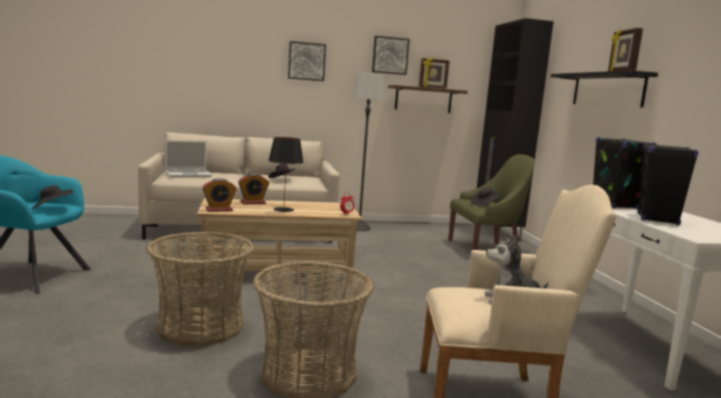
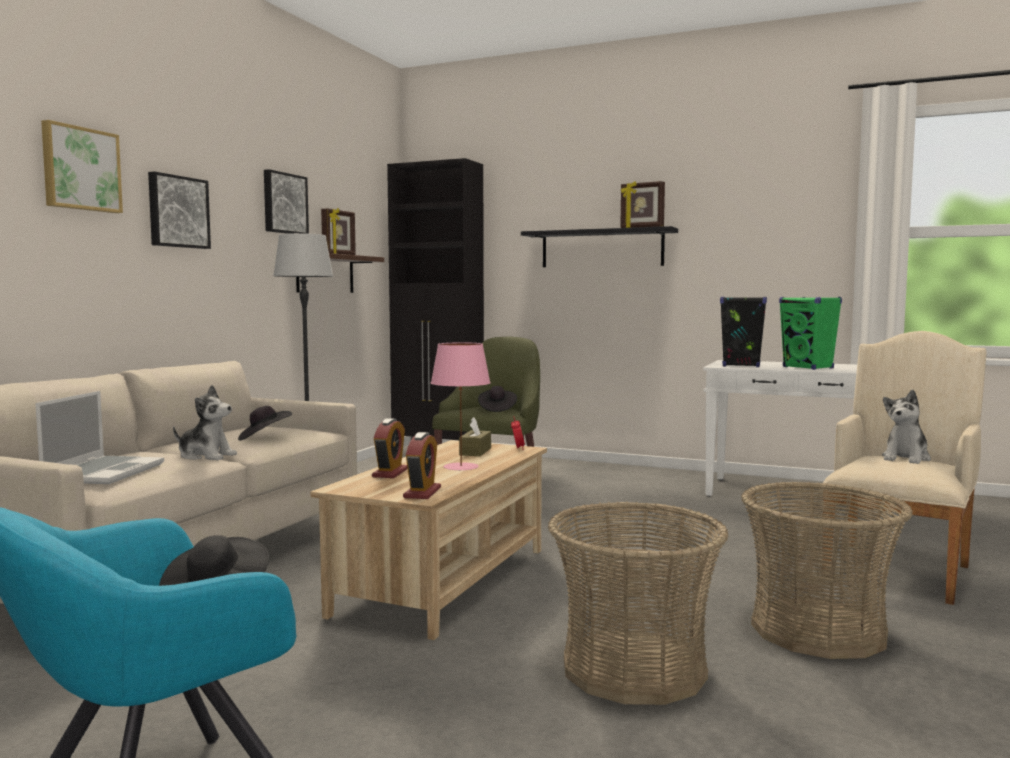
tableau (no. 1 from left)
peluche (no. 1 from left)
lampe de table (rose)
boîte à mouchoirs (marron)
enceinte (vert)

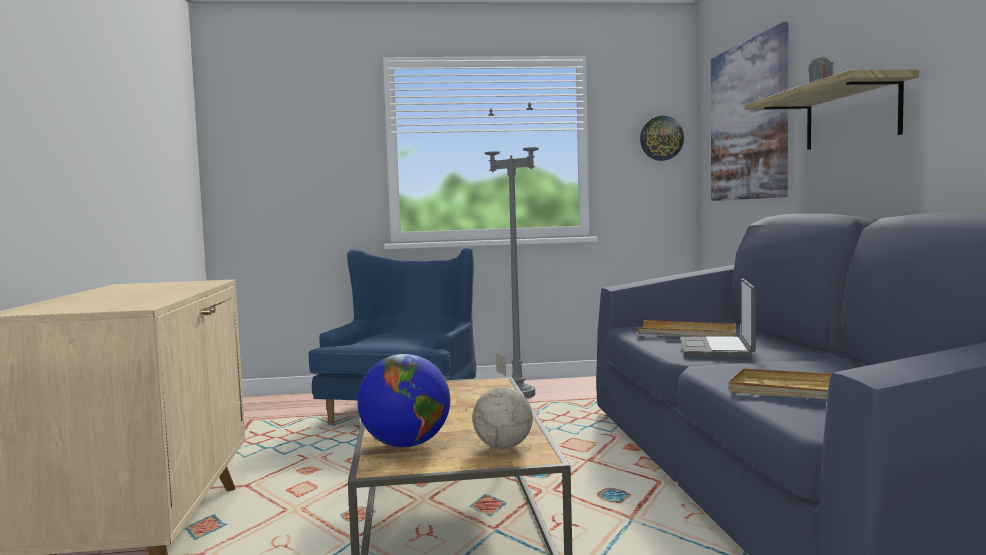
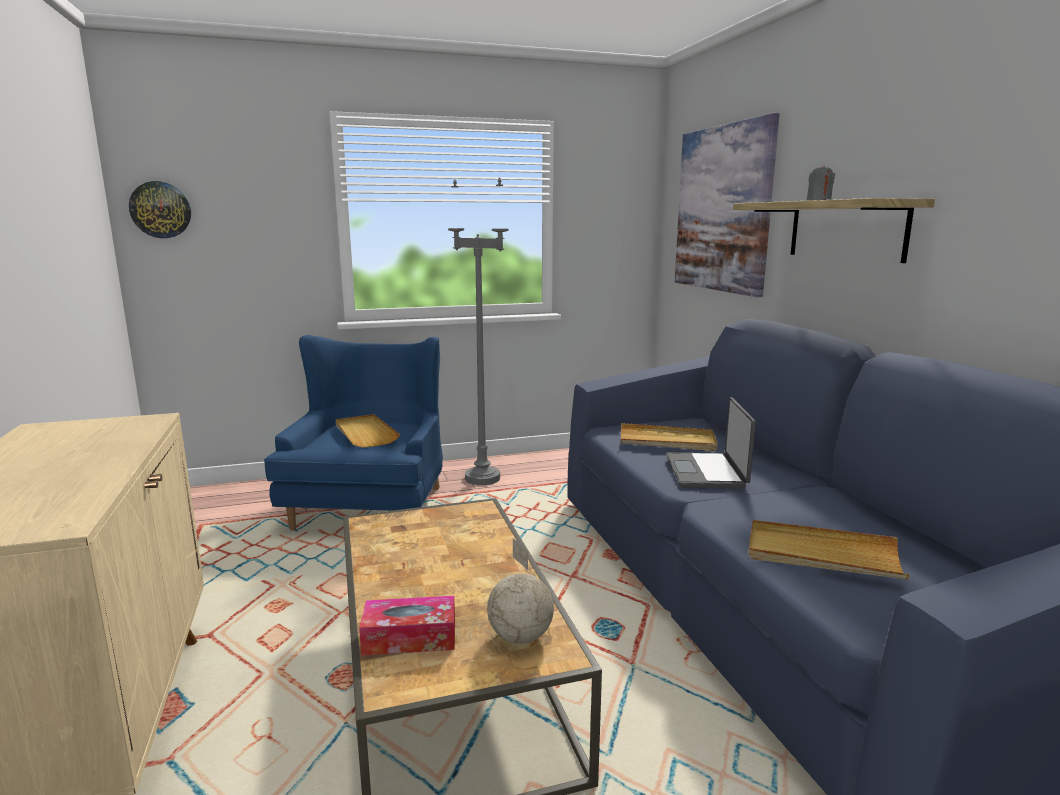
horloge murale
plateau (beige) (no. 1 from left)
boîte à mouchoirs

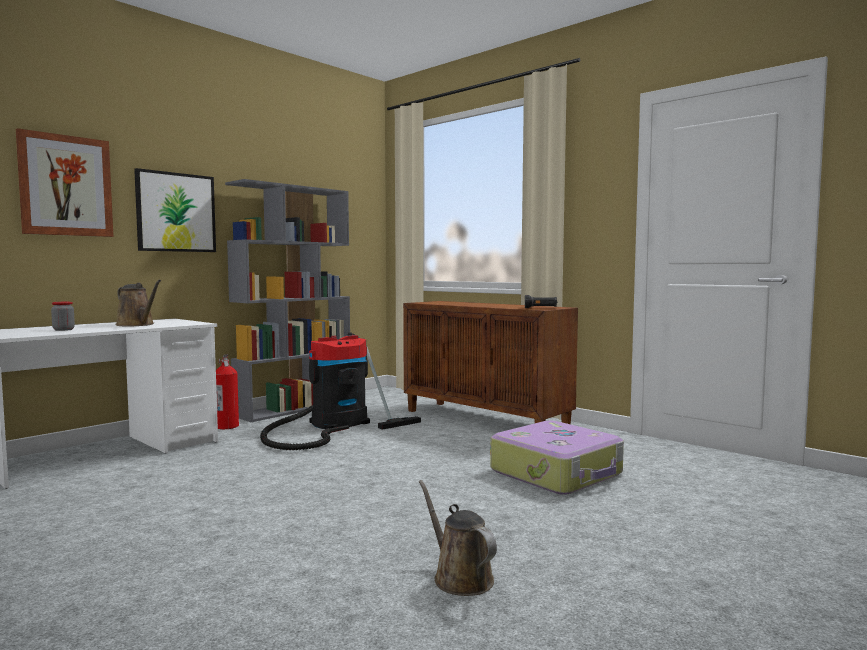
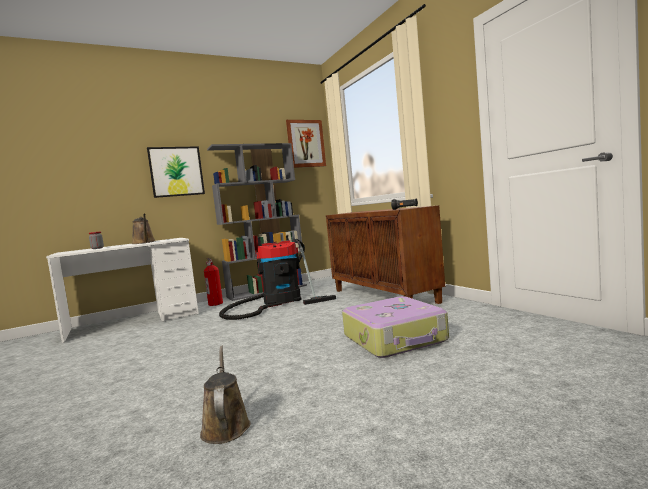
tableau (no. 2 from left)

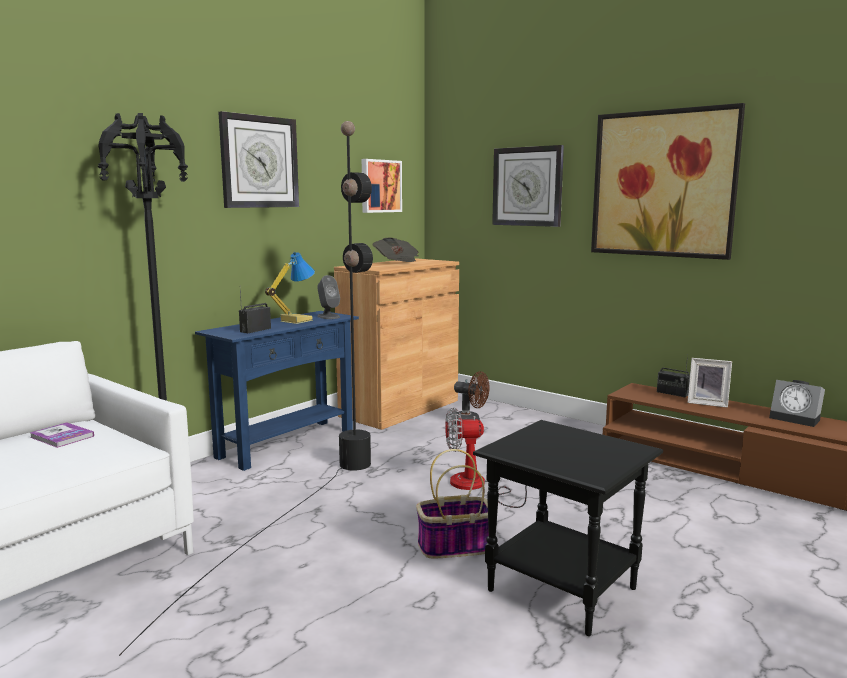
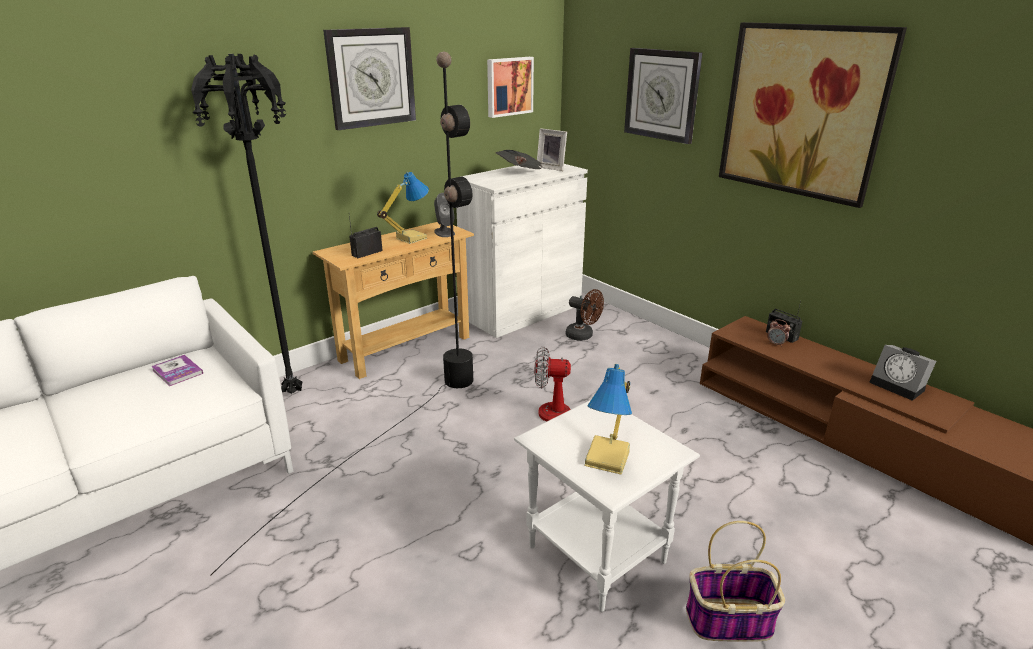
table console (beige)
meuble de rangement (blanc)
table d'appoint (blanc)
cadre photo
lampe de table (no. 2 from left)
panier
réveil (no. 1 from left)

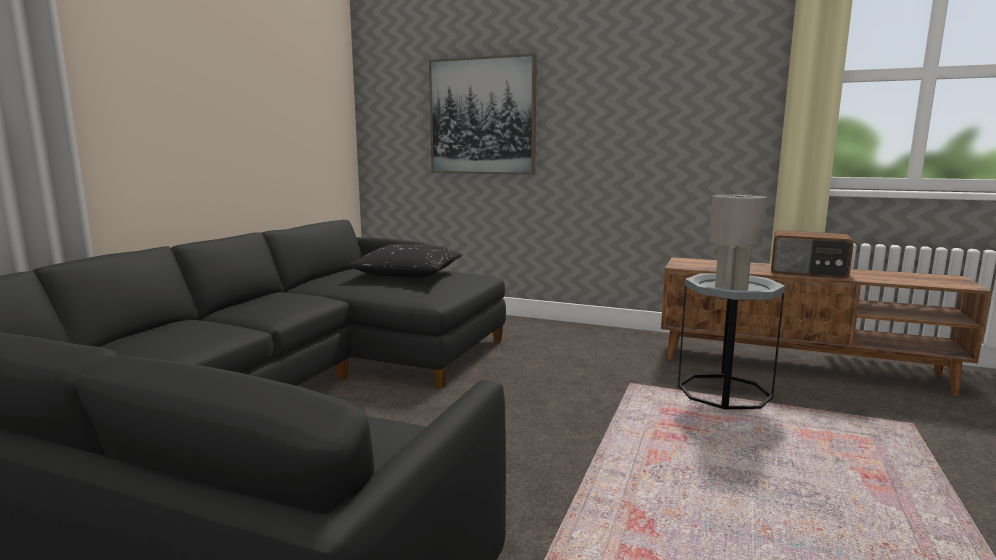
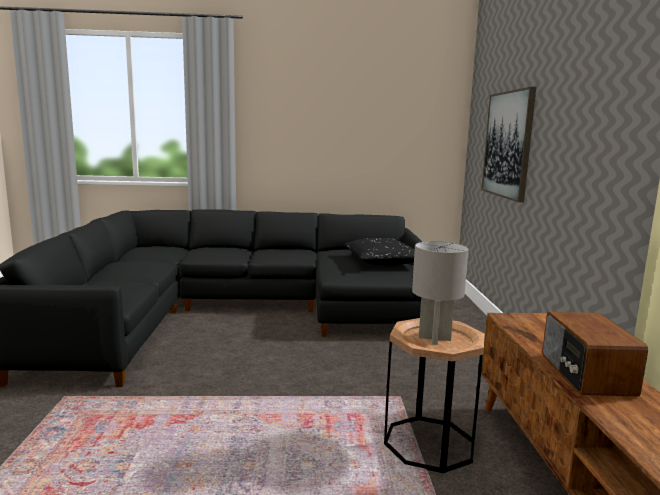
table d'appoint (marron)

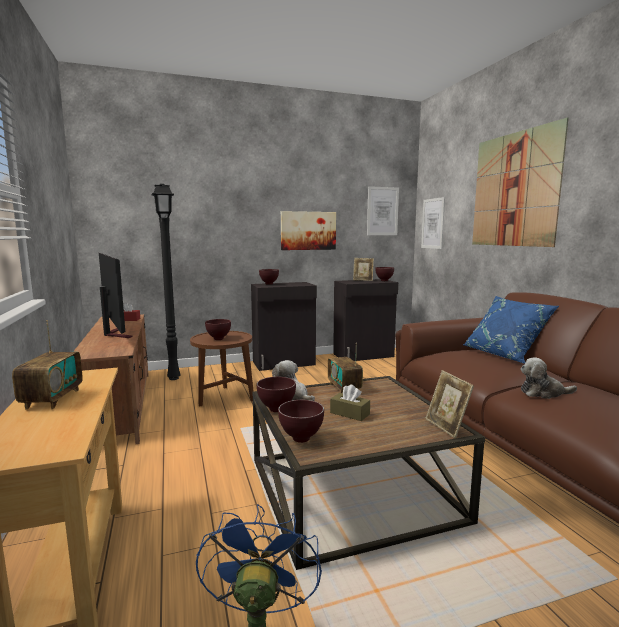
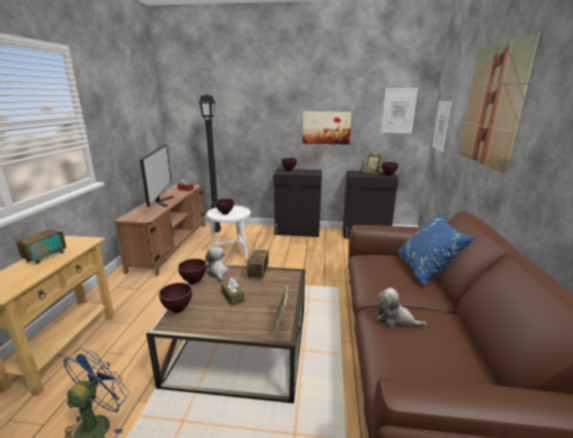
table d'appoint (blanc)

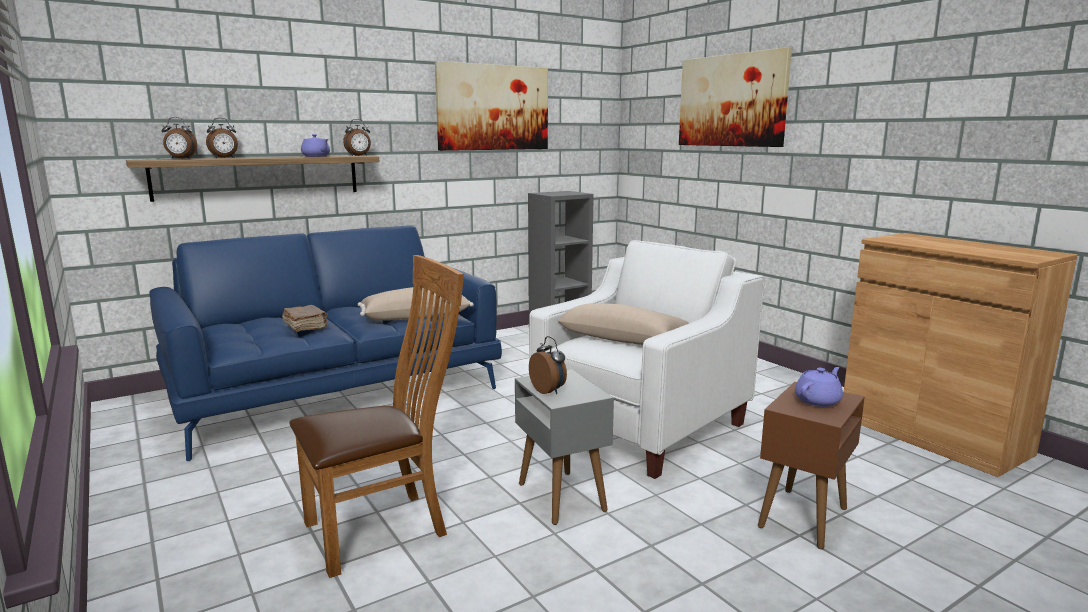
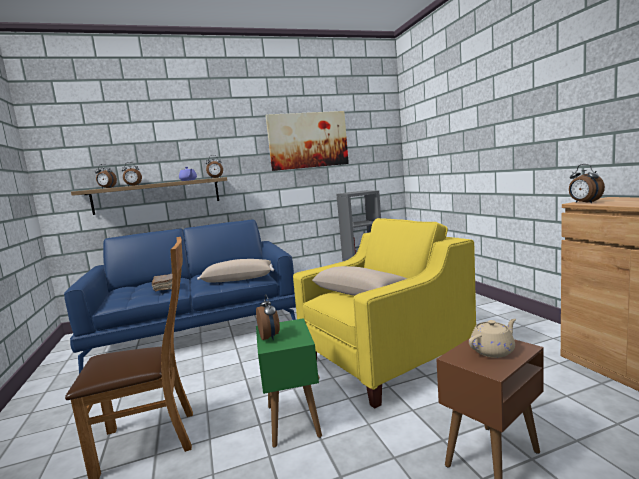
table d'appoint (vert)
fauteuil (jaune)
théière (beige)
réveil (no. 5 from left)
tableau (no. 2 from left in the first image)

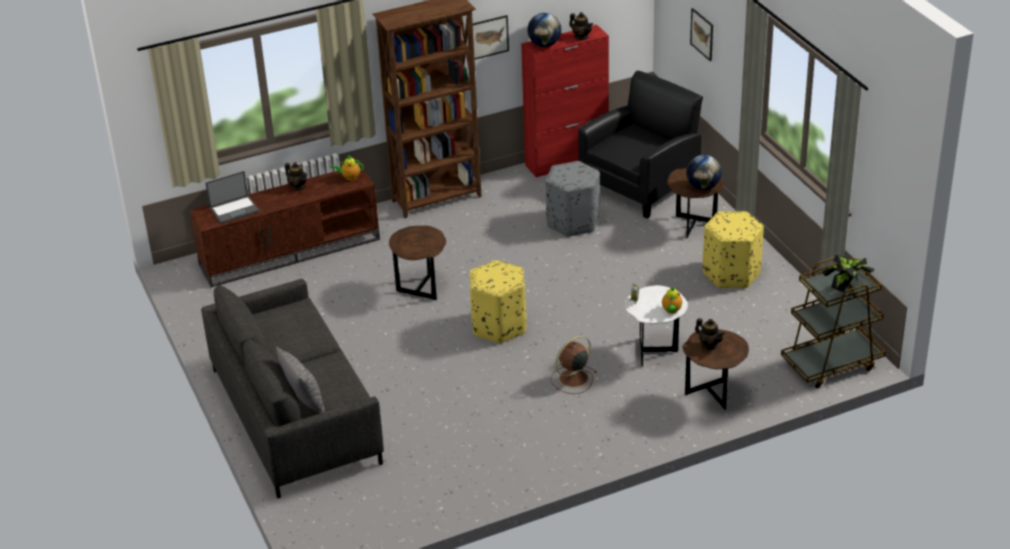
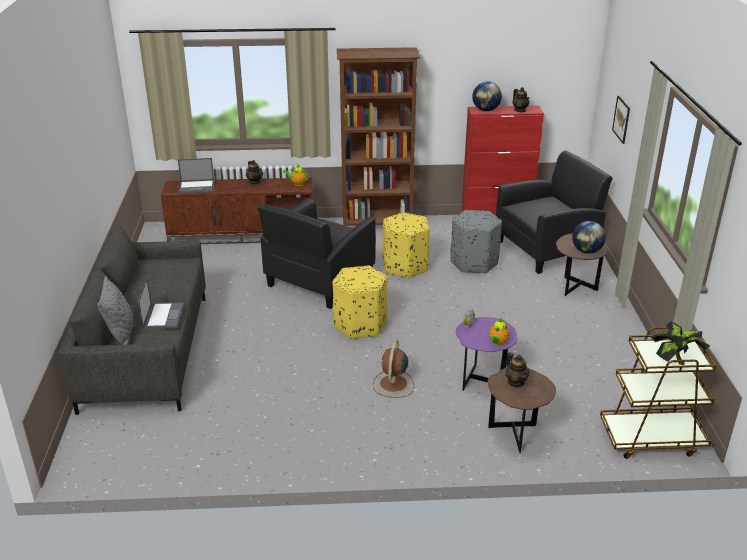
ordinateur portable (no. 1 from left)
fauteuil (noir) (no. 1 from left)
ventilateur (marron)
pouf (jaune) (no. 2 from left)
table d'appoint (violet)
tableau (no. 1 from left in the first image)

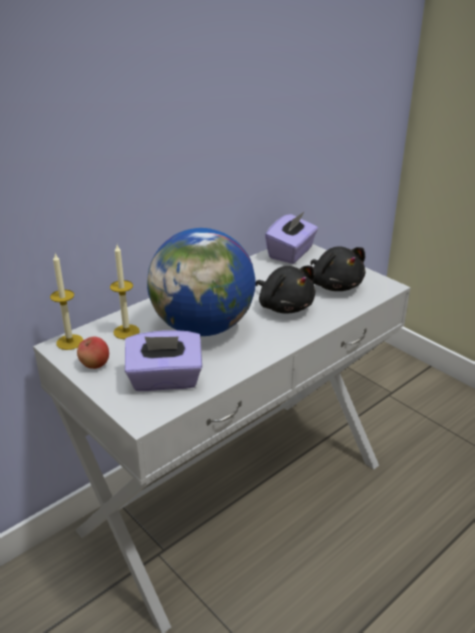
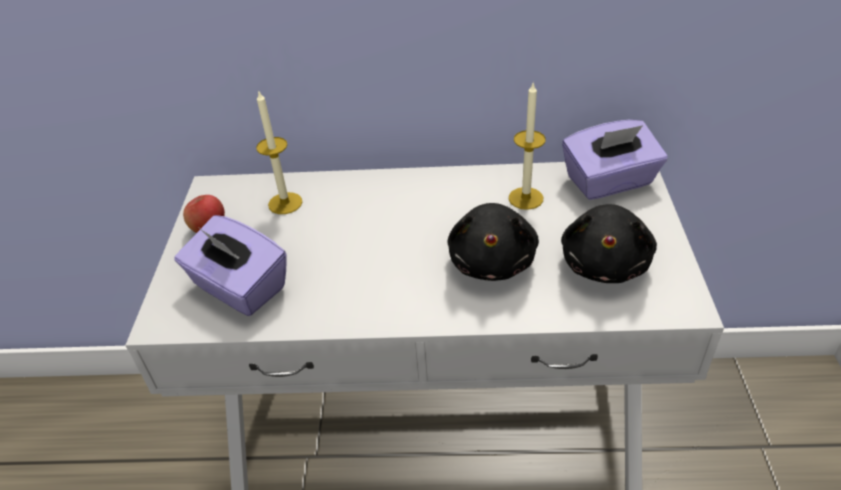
bougie (no. 2 from left)
globe

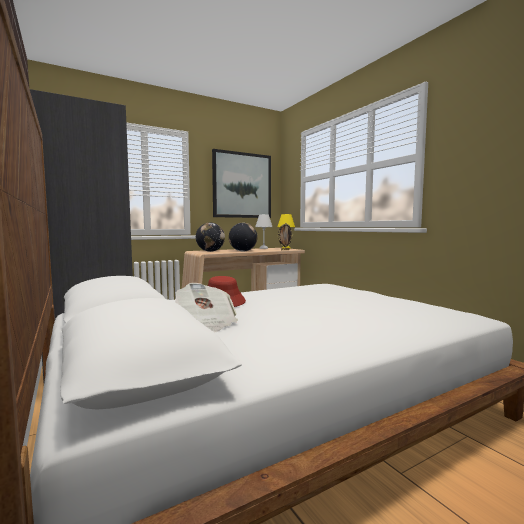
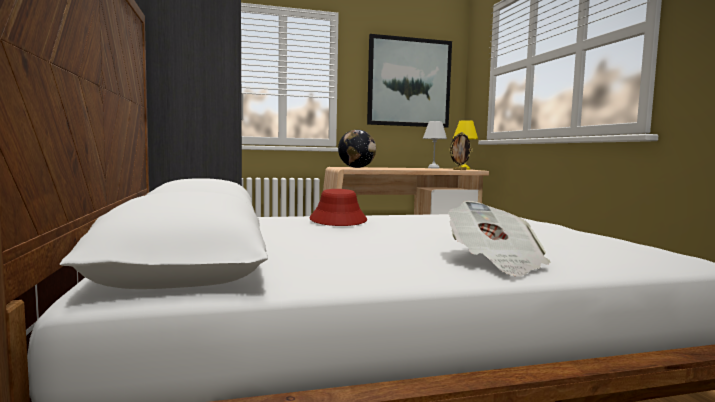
journal
globe (no. 2 from left in the first image)

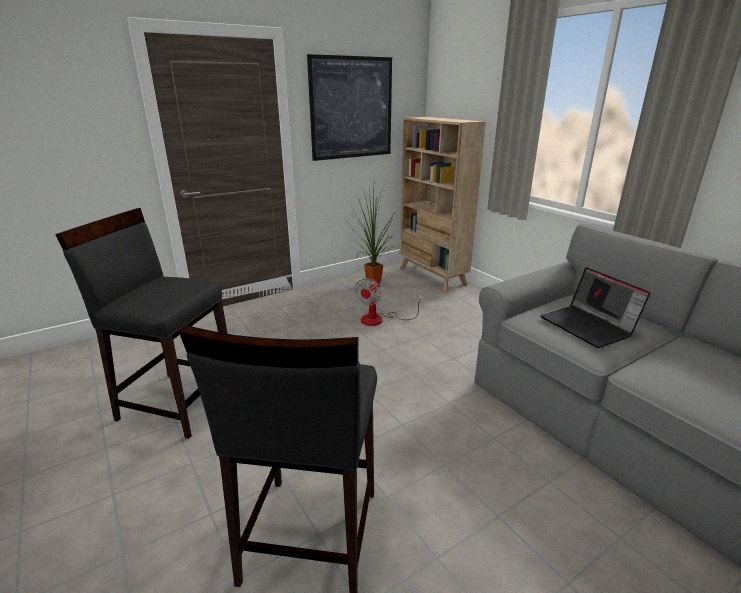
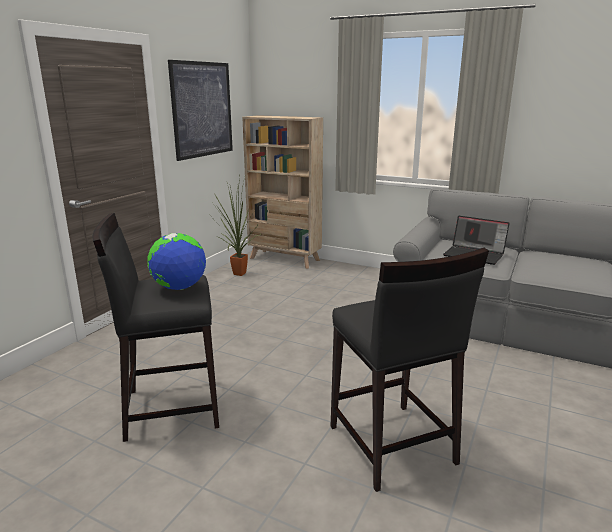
globe
ventilateur

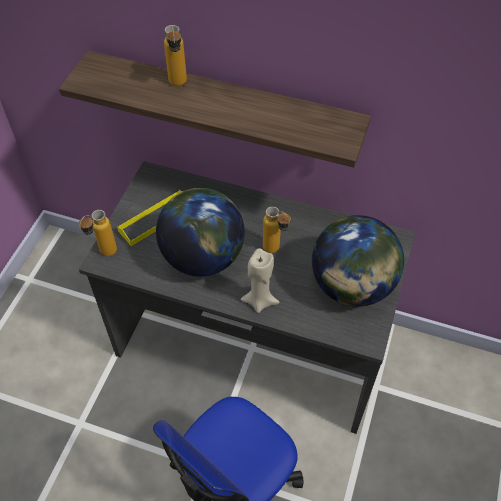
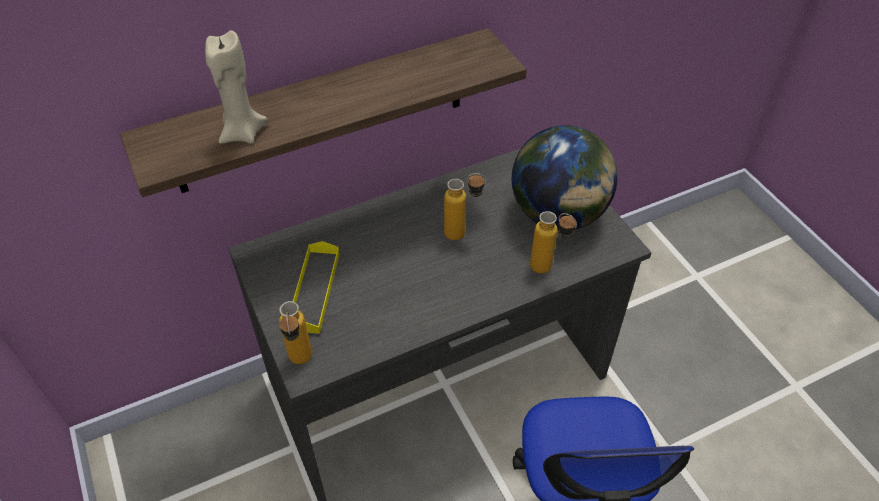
bougie (beige)
bouteille (no. 3 from left)
globe (no. 1 from left in the first image)

